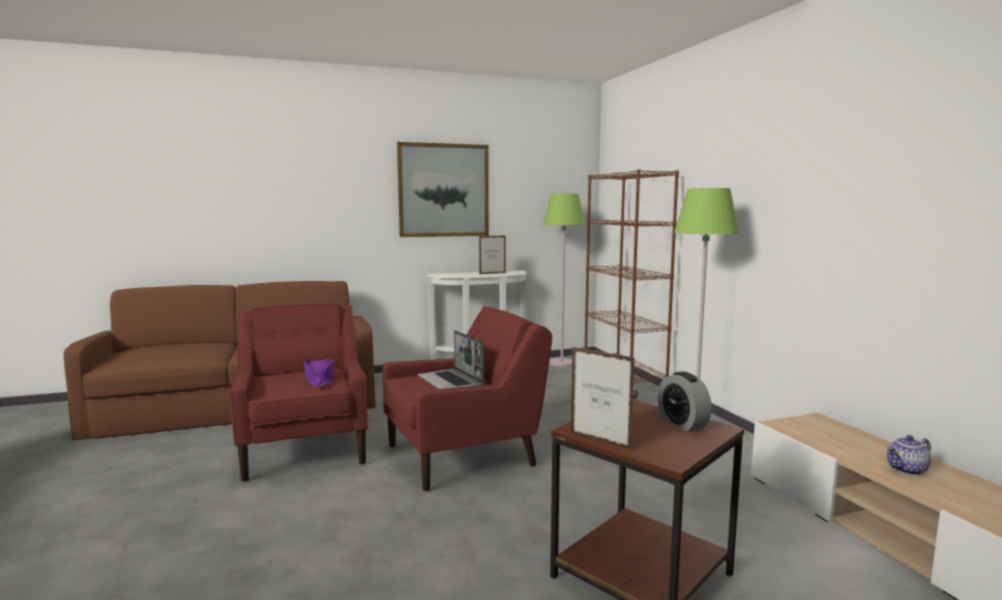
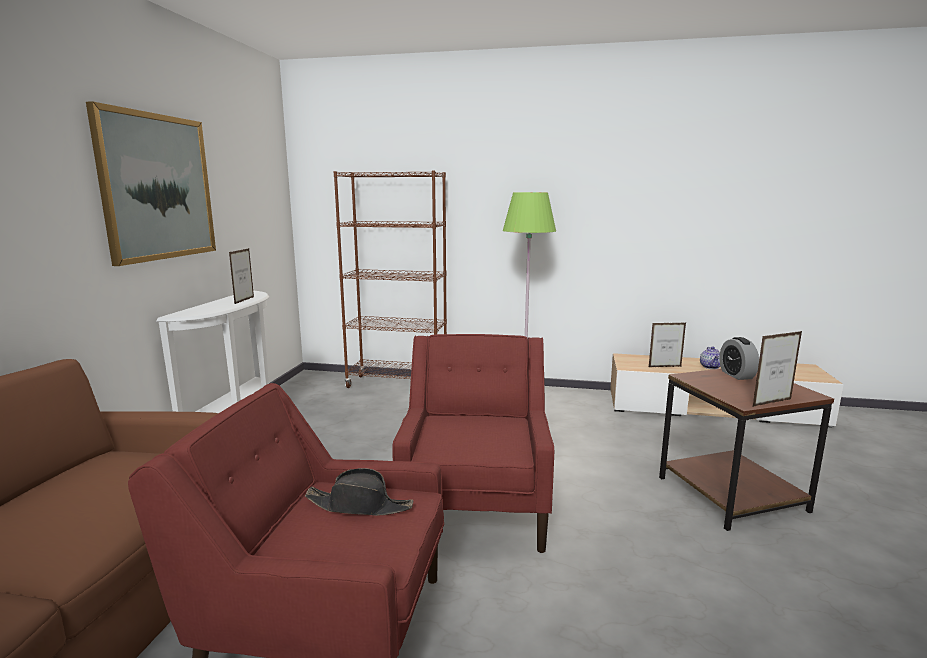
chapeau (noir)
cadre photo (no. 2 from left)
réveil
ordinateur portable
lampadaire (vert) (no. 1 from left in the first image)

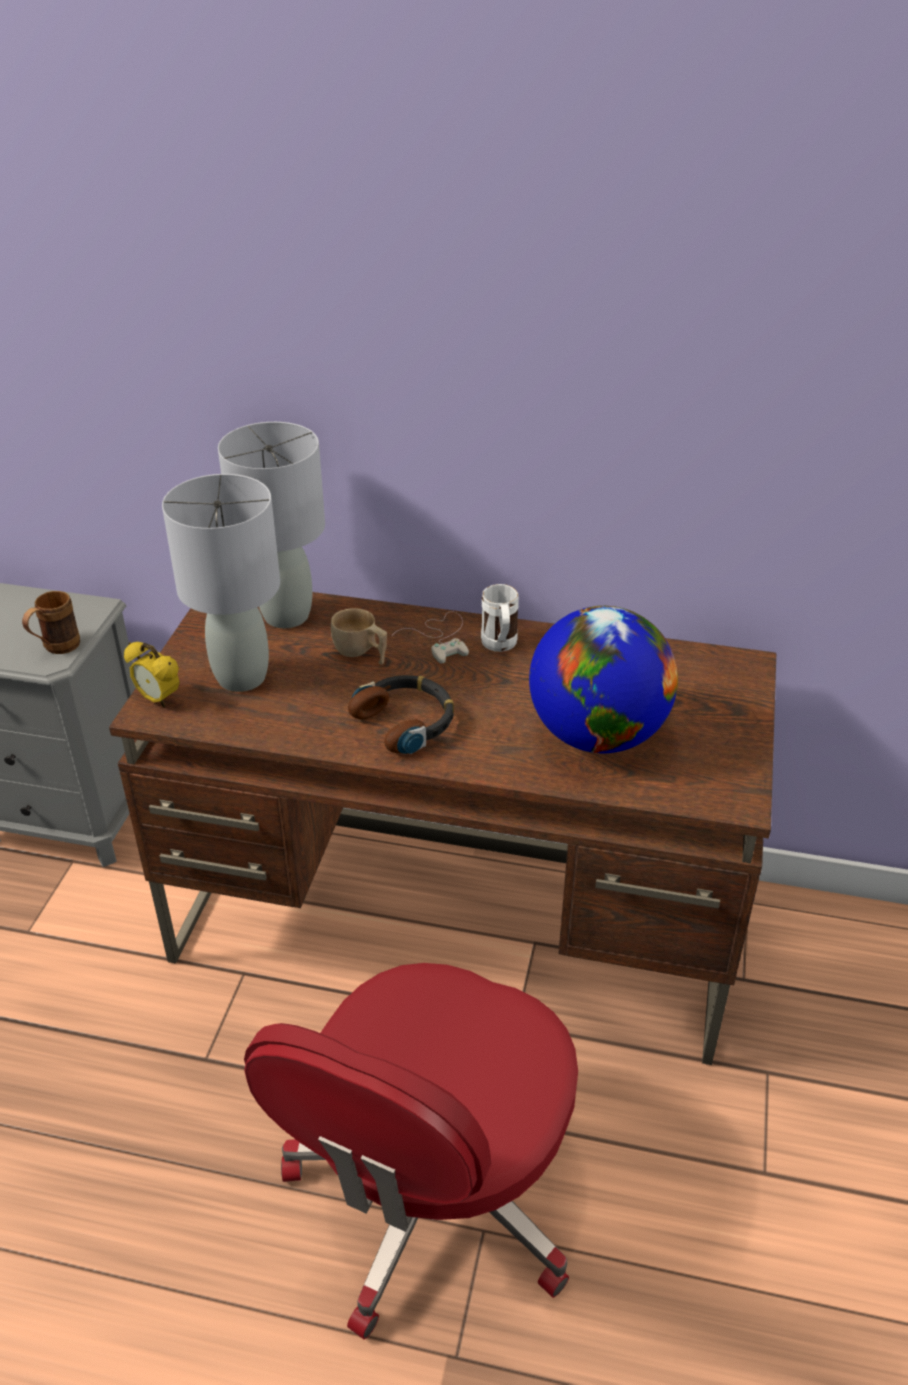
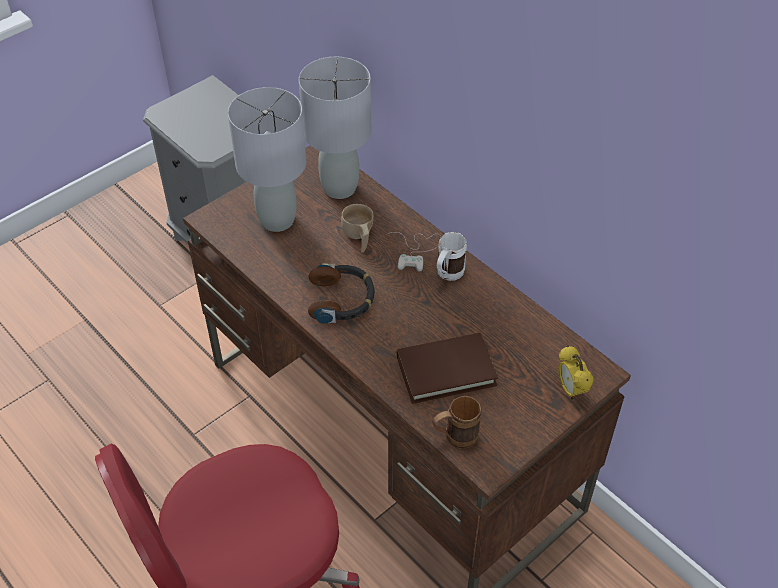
livre (marron)
mug (marron)
réveil

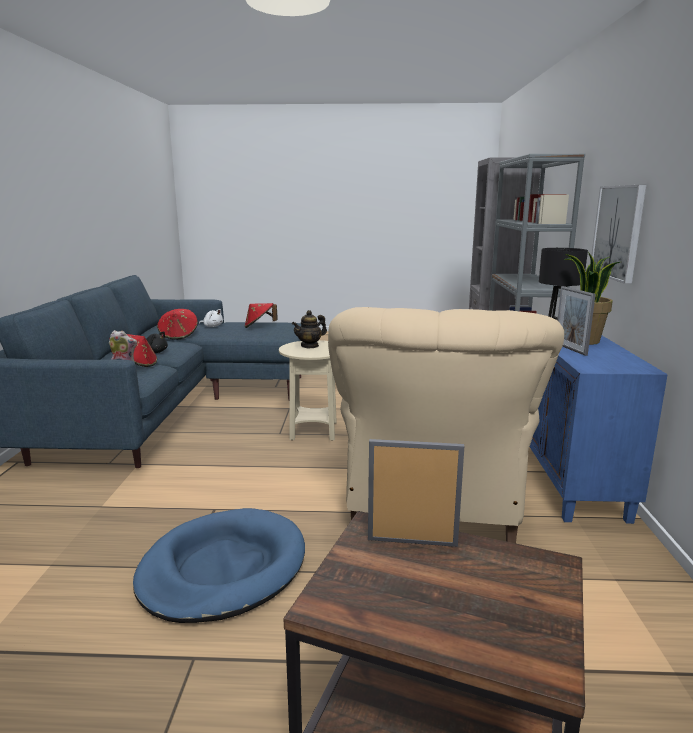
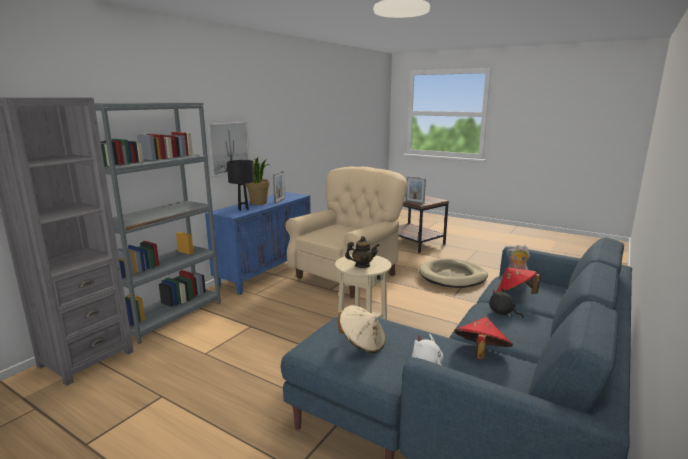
chapeau (beige)
panier pour chien (beige)

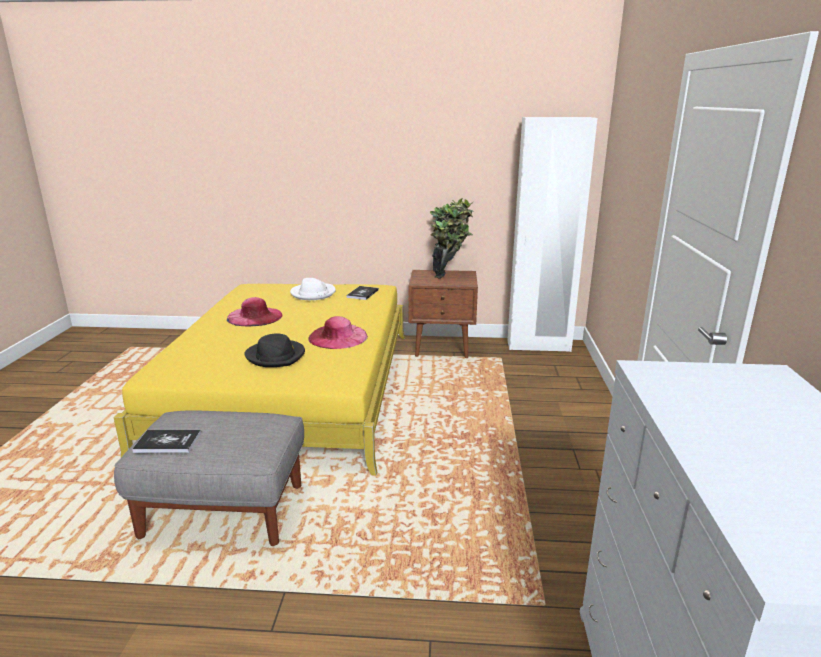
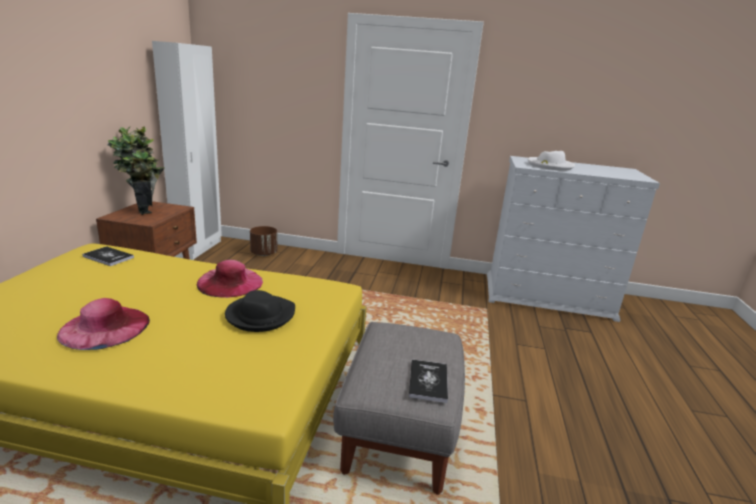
cache-pot (marron)
chapeau (blanc)

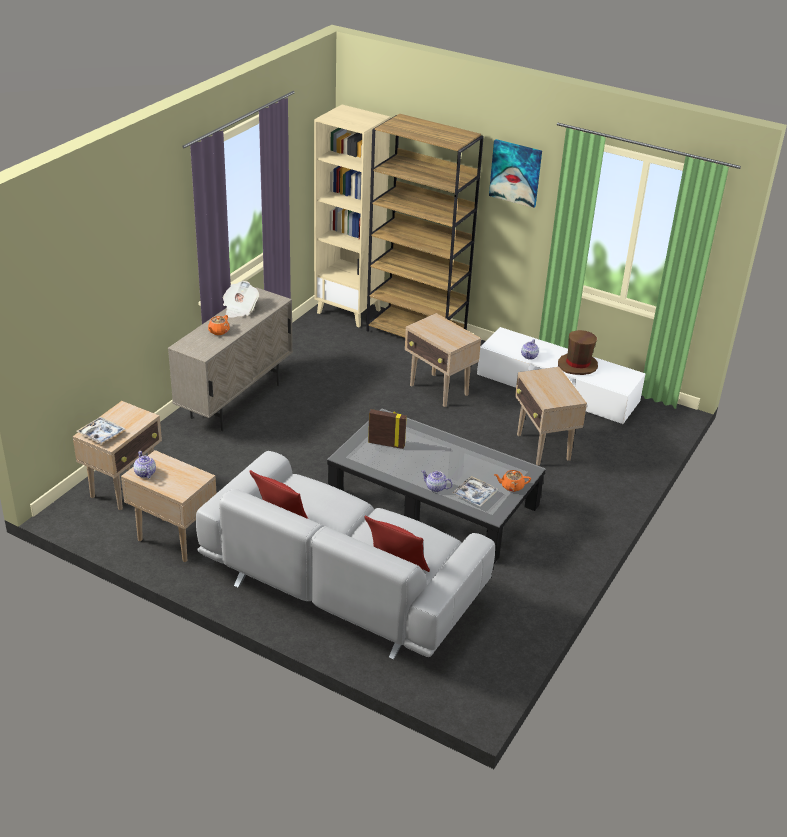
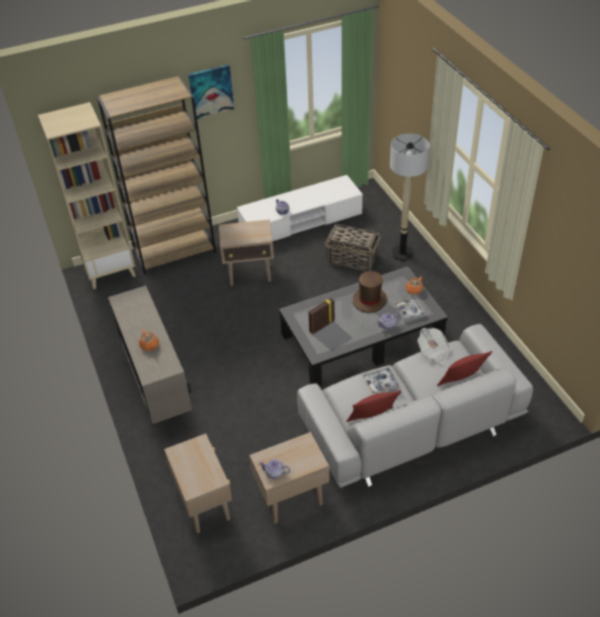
panier
chapeau (marron)
plateau (no. 1 from left)
lampadaire
journal

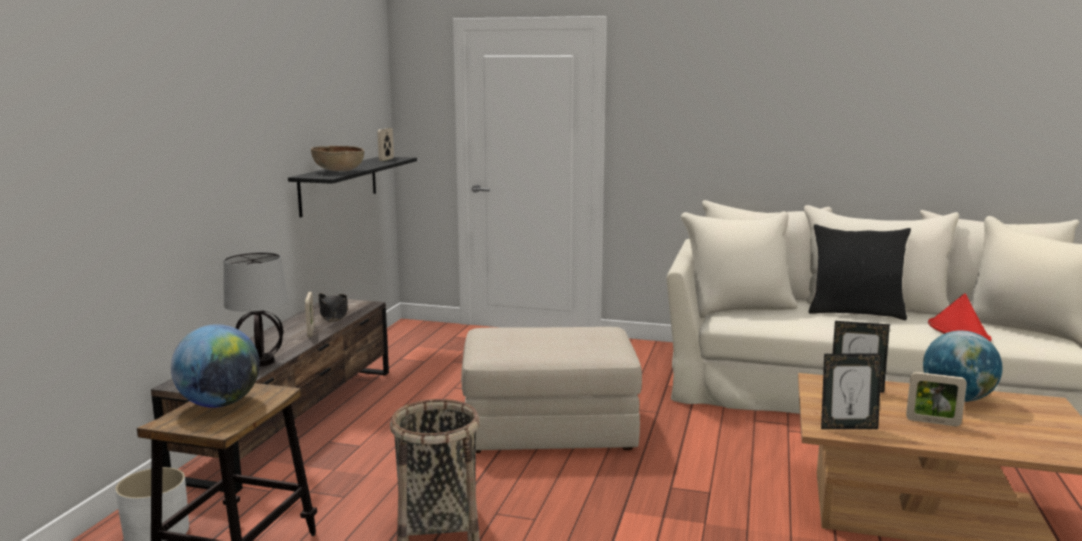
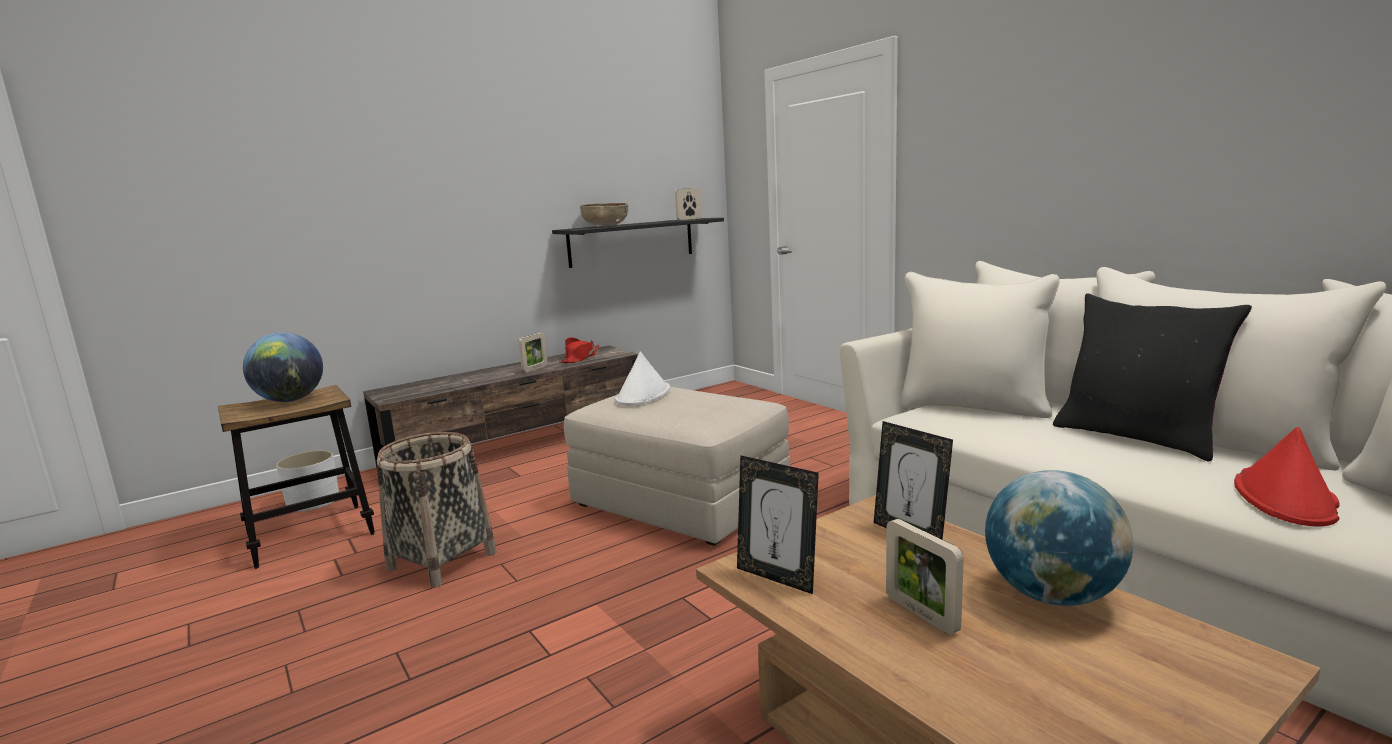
chapeau (rouge) (no. 1 from left)
chapeau (blanc)
lampe de table

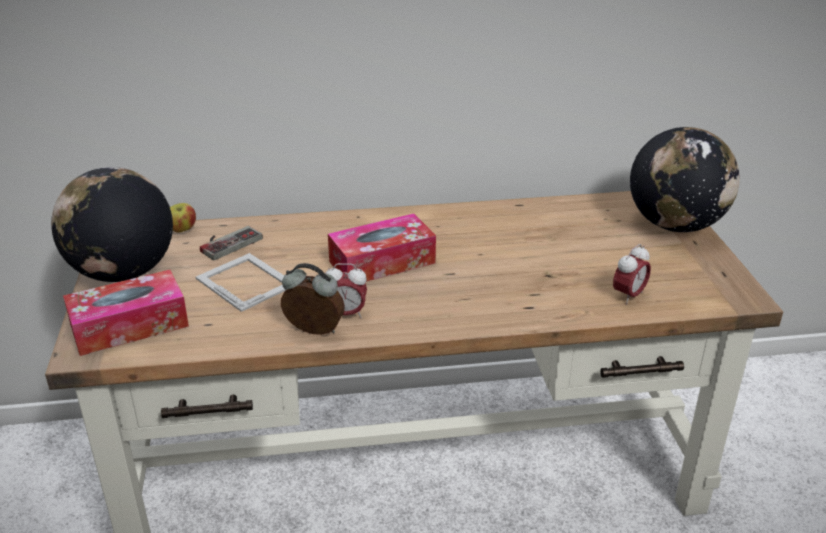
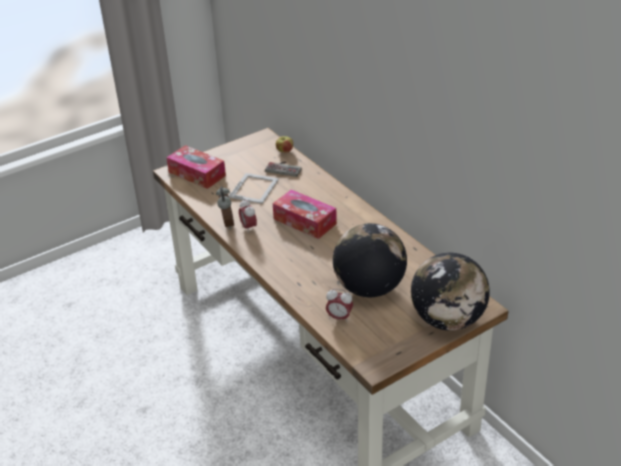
globe (no. 1 from left)

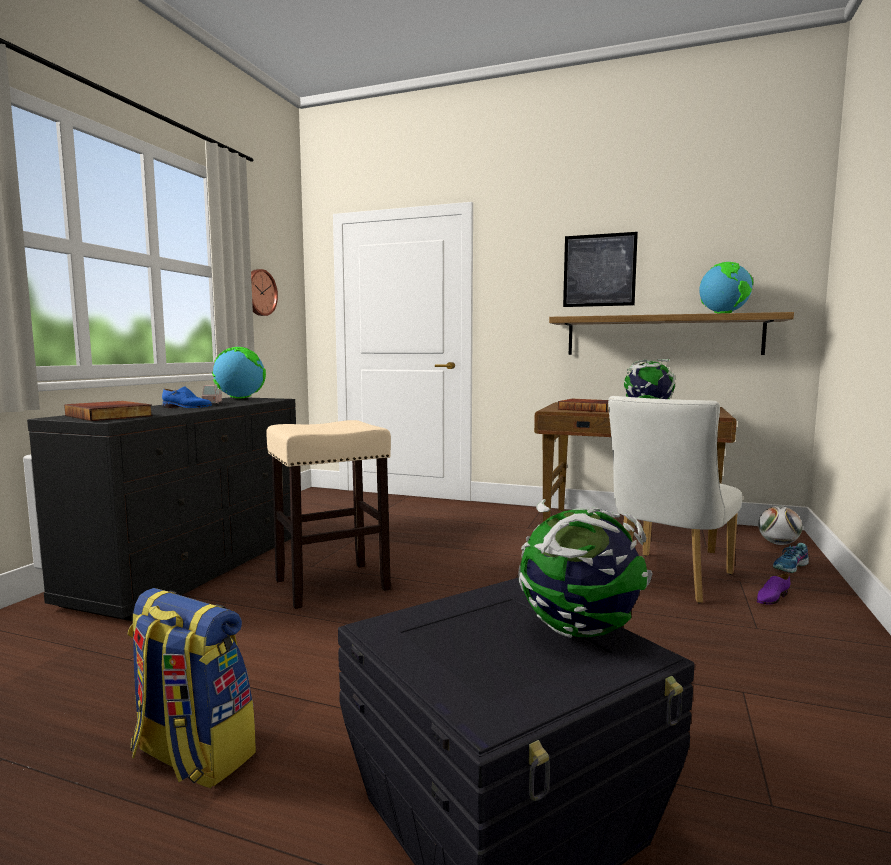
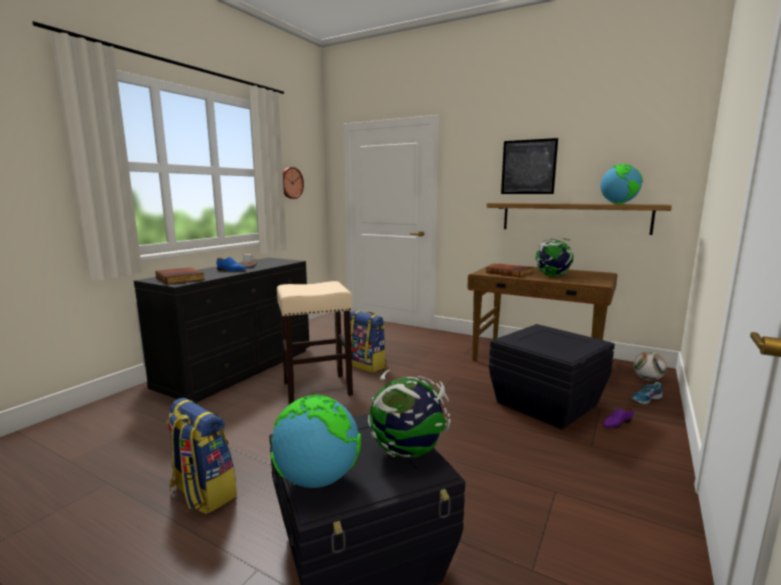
globe (no. 1 from left)
sac à dos (no. 2 from left)
boîte de rangement (noir) (no. 2 from left)

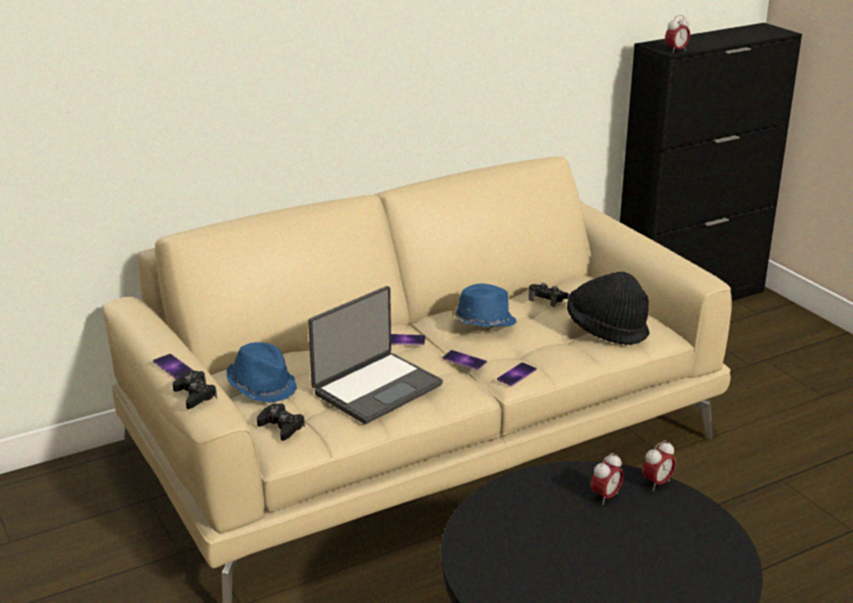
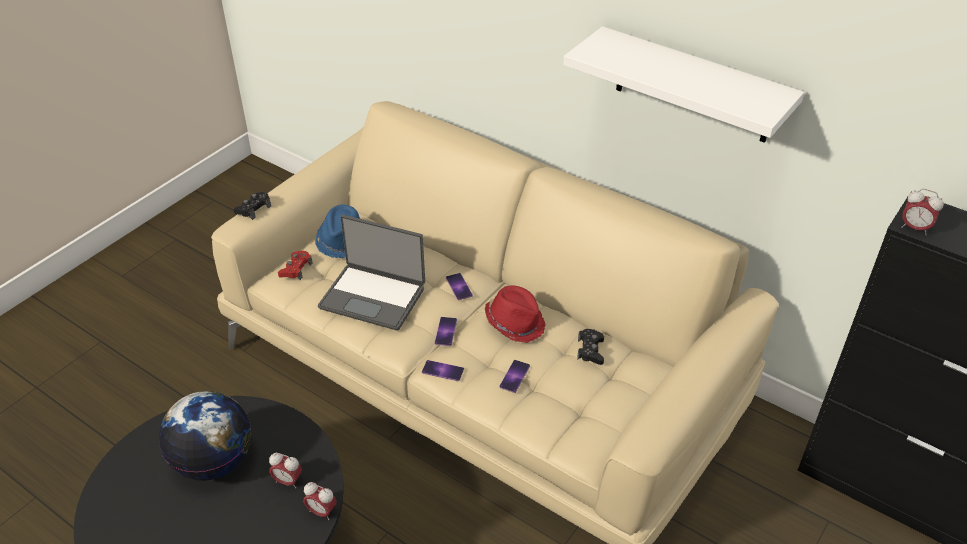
globe
manette (rouge)
chapeau (rouge)
téléphone (no. 4 from left)
étagère (blanc)
chapeau (noir)

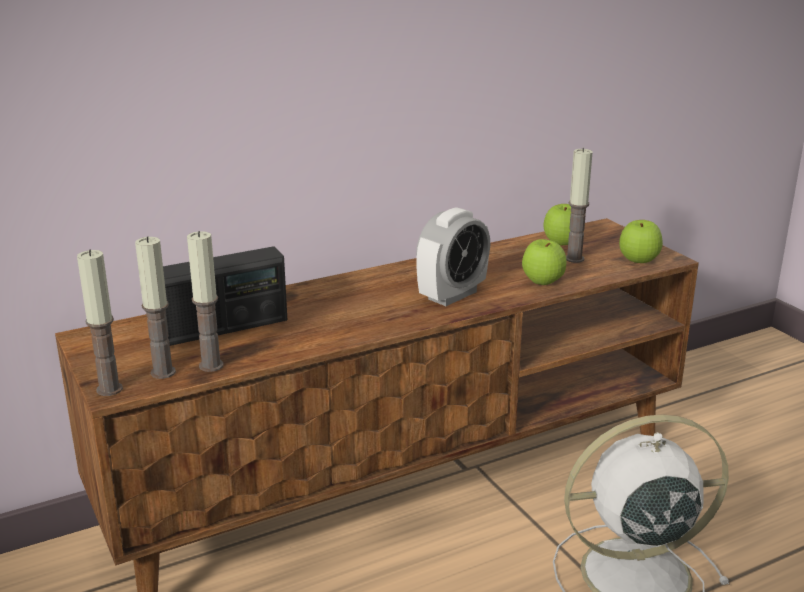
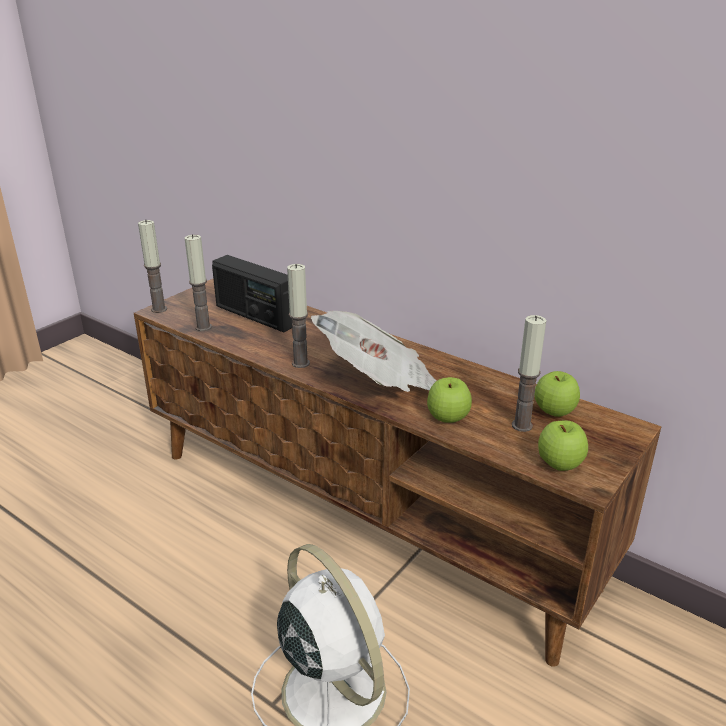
bougie (no. 3 from left)
journal

